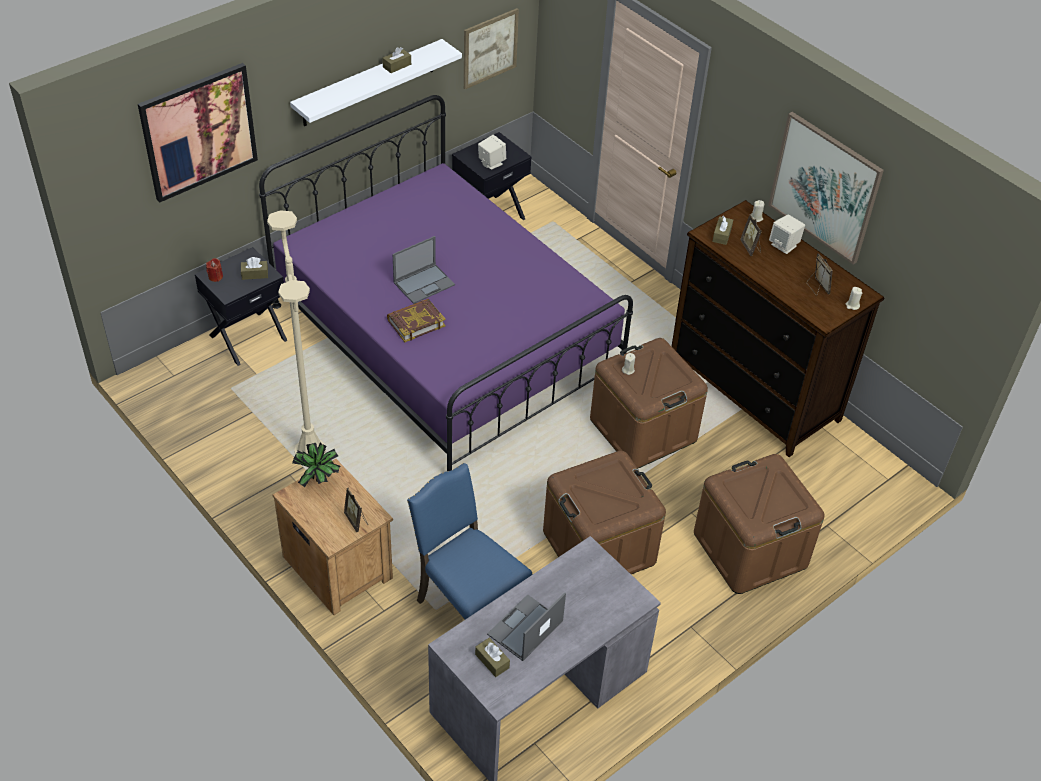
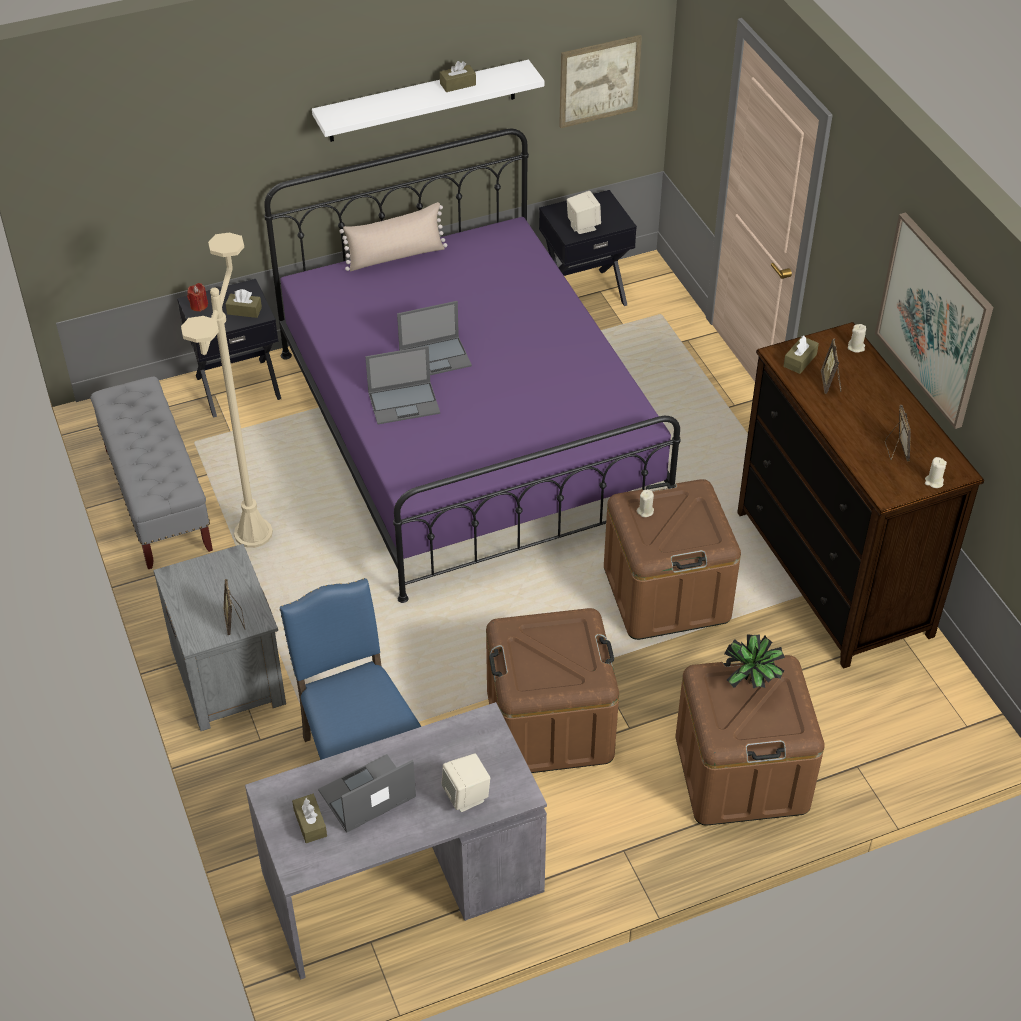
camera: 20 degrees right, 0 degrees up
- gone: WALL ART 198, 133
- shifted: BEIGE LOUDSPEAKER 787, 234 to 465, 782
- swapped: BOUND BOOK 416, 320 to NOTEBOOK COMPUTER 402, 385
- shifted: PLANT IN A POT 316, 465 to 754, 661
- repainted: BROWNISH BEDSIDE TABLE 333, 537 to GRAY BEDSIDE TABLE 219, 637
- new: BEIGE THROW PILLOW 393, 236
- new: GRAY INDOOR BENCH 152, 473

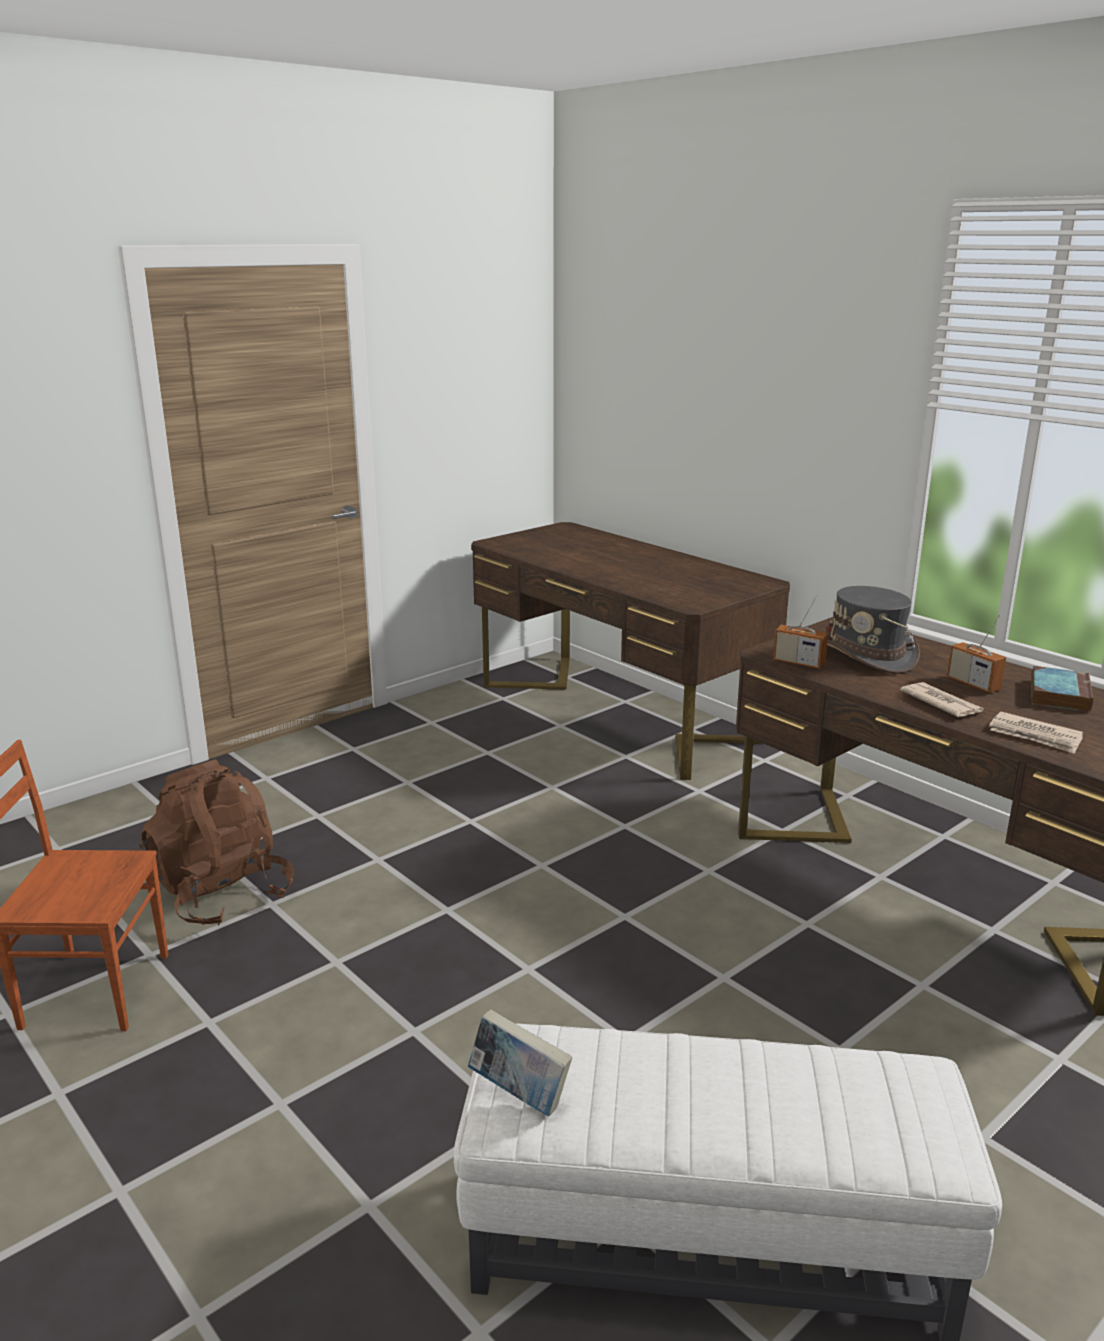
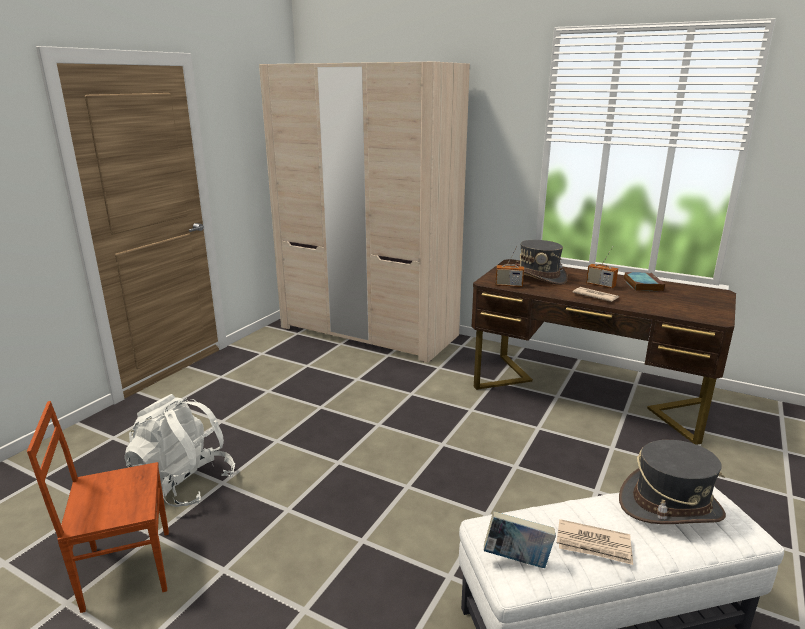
camera: 20 degrees left, 0 degrees up
- swapped: BROWNISH DESK 630, 651 to BEIGE ARMOIRE 364, 212
- shifted: DAILY PAPER 1036, 733 to 595, 542
- repainted: BROWNISH BACKPACK 216, 842 to WHITISH BACKPACK 179, 450
- new: GRAY CLOTHING HAT 672, 482

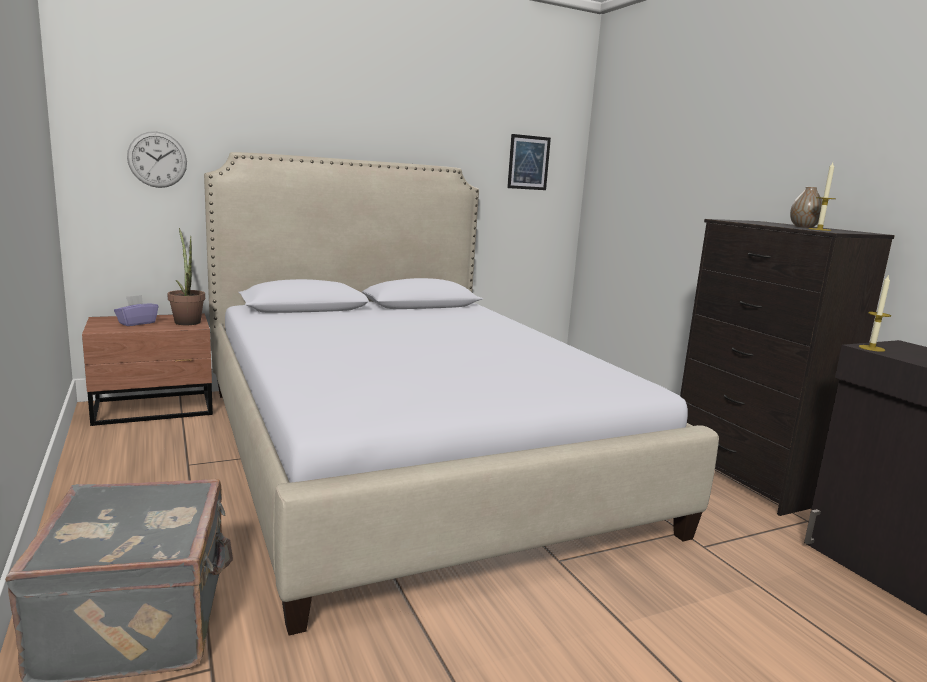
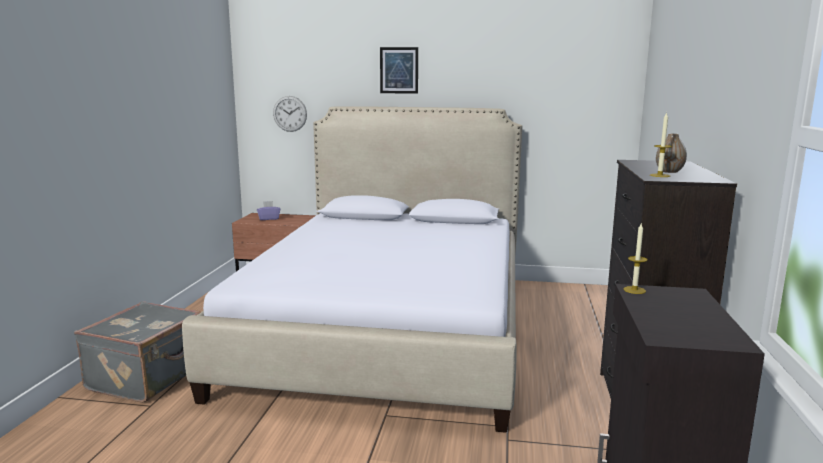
camera: 35 degrees right, 0 degrees up
- shifted: WALL ART 529, 162 to 399, 70
- gone: PLANT IN A POT 186, 276

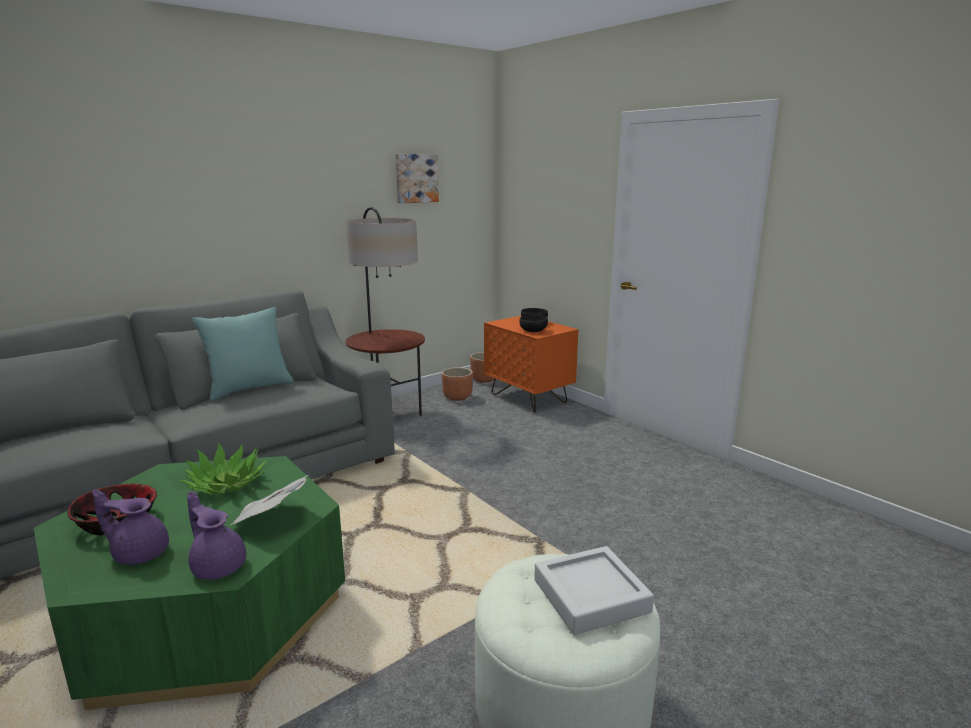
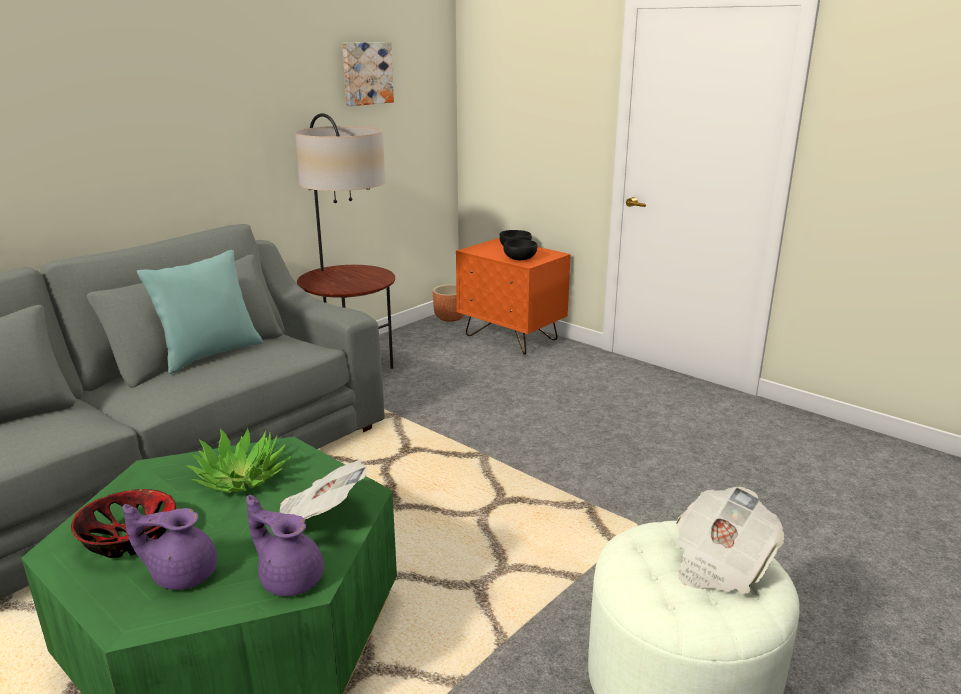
camera: 10 degrees left, 5 degrees up
- gone: BROWNISH FLOWER POT 457, 384
- swapped: GRAY SERVING TRAY 594, 590 to DAILY PAPER 729, 540

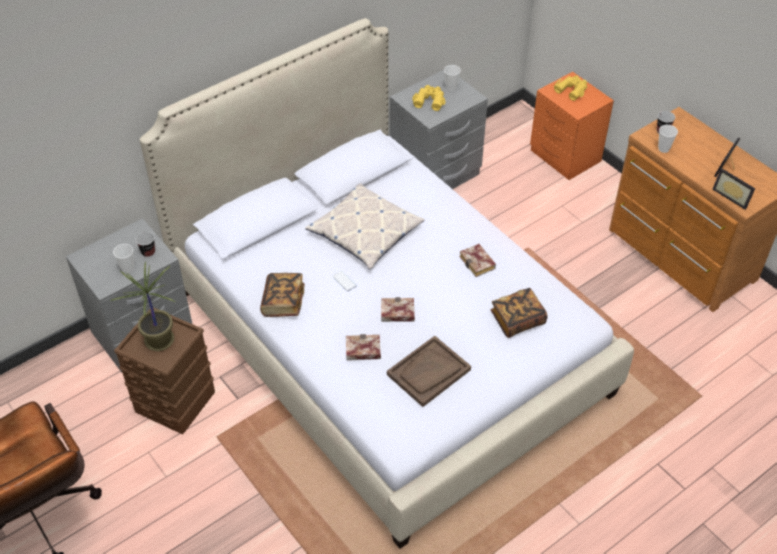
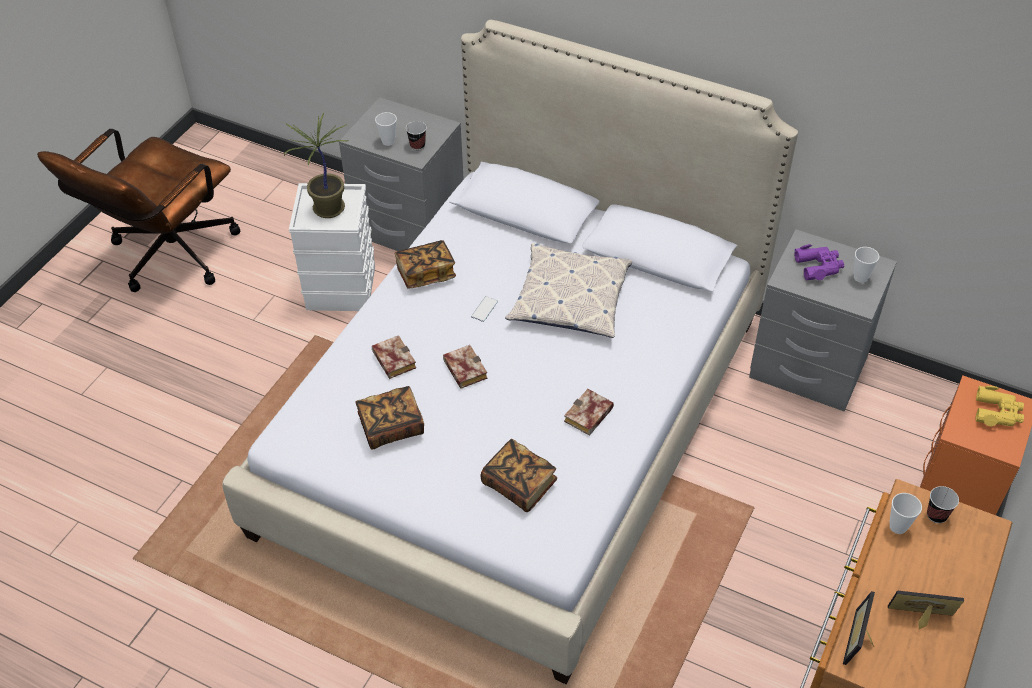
camera: 65 degrees right, 0 degrees up
- repainted: YELLOW-COLOURED PAIR OF BINOCULARS 428, 98 to PURPLISH PAIR OF BINOCULARS 819, 262
- repainted: BROWNISH STORAGE BOX 164, 371 to WHITISH STORAGE BOX 332, 247
- swapped: BROWNISH SERVING TRAY 429, 371 to BOUND BOOK 390, 418

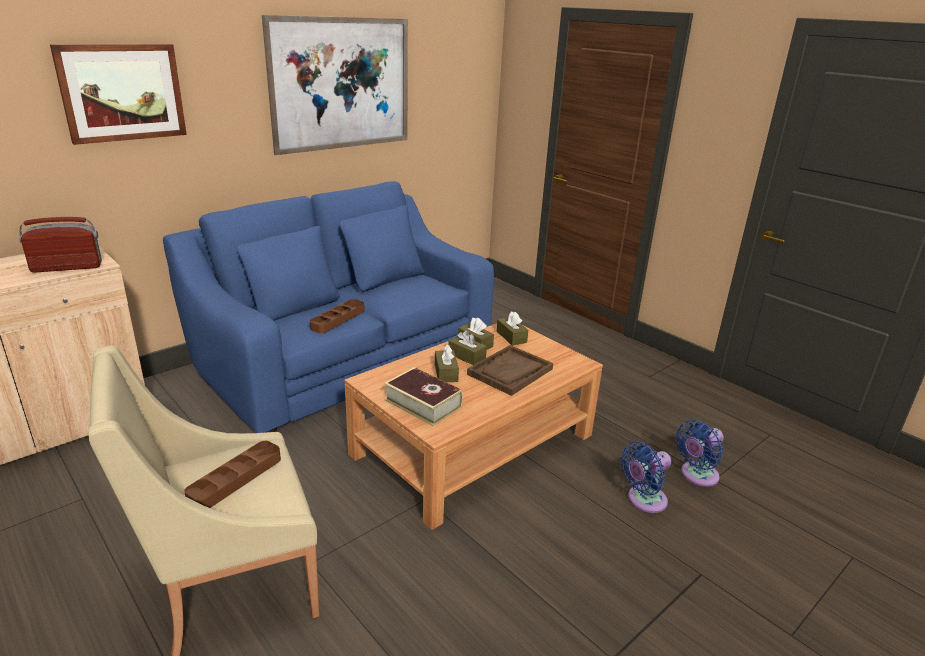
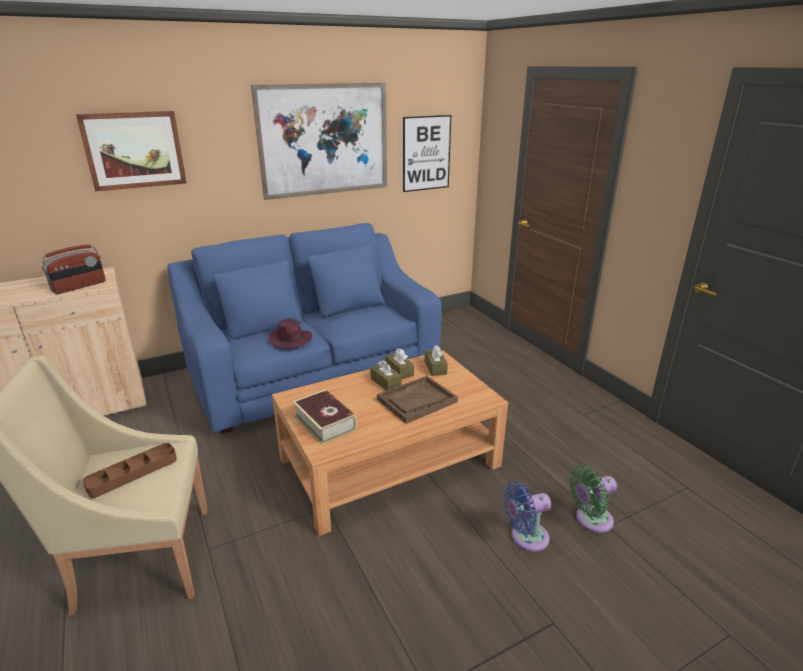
camera: 15 degrees right, 0 degrees up
- rotated: RADIO RECEIVER 60, 244 = 73, 269 135 degrees clockwise
- swapped: BROWNISH SERVING TRAY 337, 316 to PURPLISH CLOTHING HAT 290, 333
- gone: BROWNISH TISSUE BOX 447, 363
- repainted: BLUISH FAN 699, 453 to GREEN FAN 593, 499
- new: WALL ART 427, 153

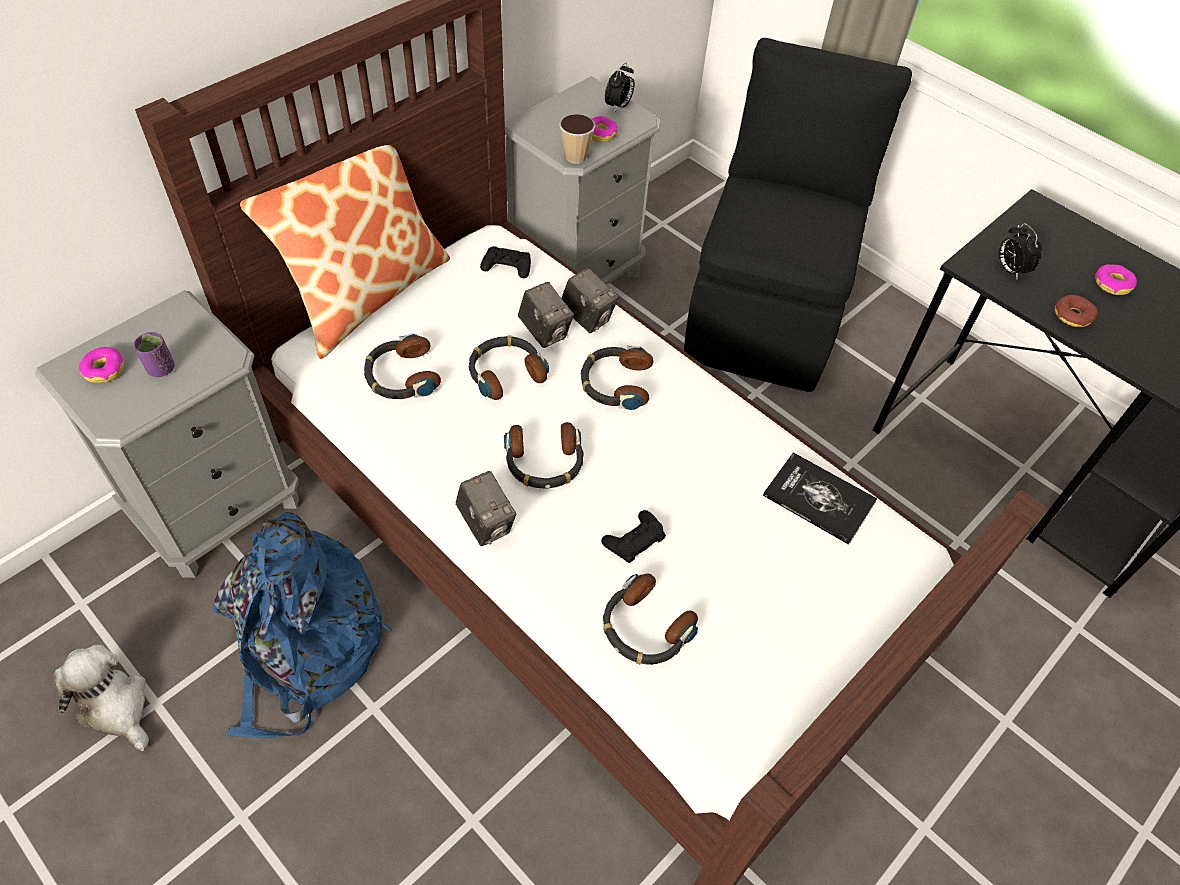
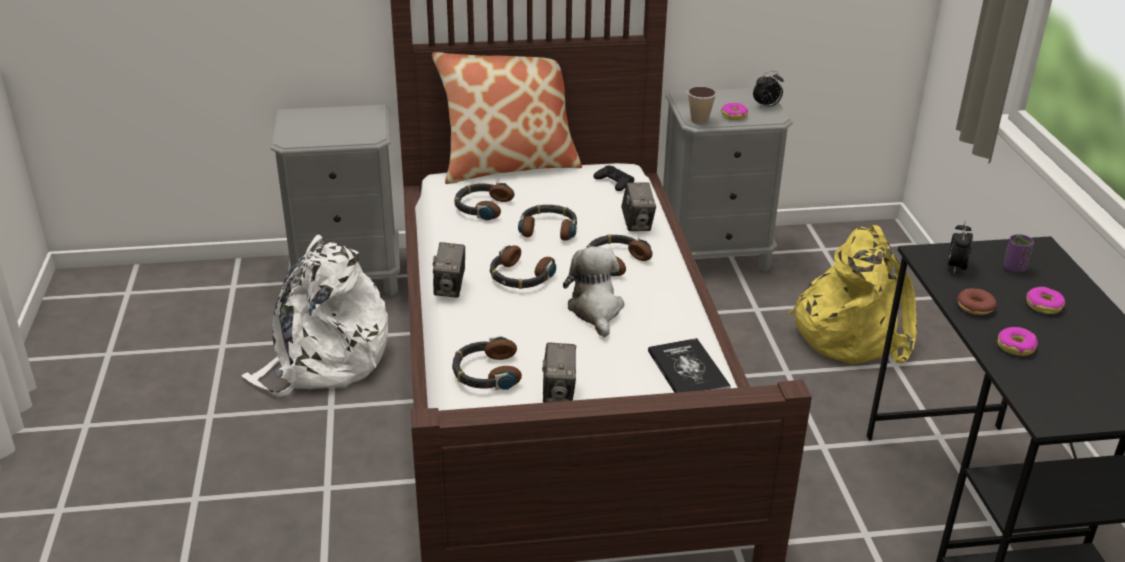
camera: 40 degrees right, 20 degrees down
- swapped: BLACKISH CHAIR 798, 215 to YELLOW-COLOURED BACKPACK 852, 294
- shifted: STILL CAMERA 546, 315 to 559, 373
- shifted: PURPLISH CUP 154, 354 to 1018, 253
- shifted: RING DOUGHNUT 101, 365 to 1017, 341
- gone: BLACKISH JOYPAD 633, 536
- repainted: BLUISH BACKPACK 303, 625 to WHITISH BACKPACK 314, 316
- shifted: CUDDLY TOY 101, 698 to 593, 292

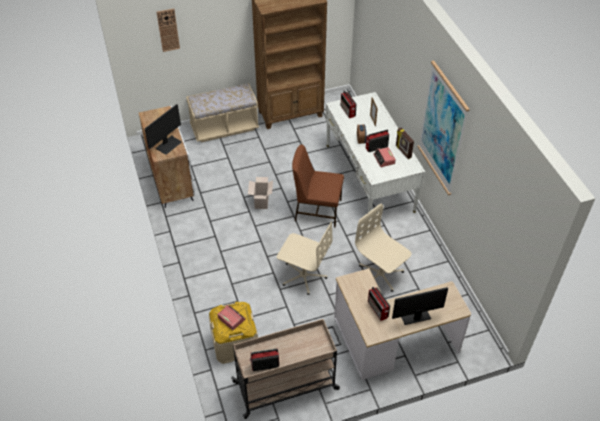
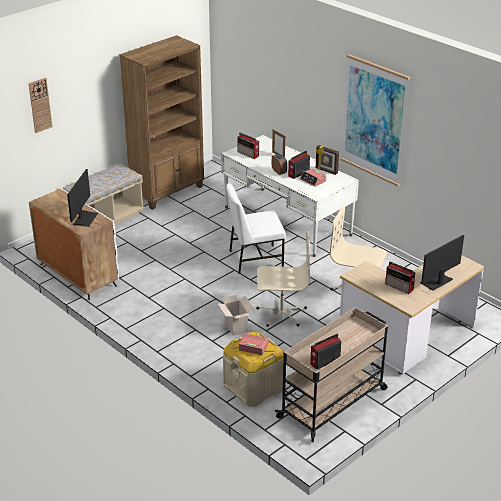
camera: 25 degrees left, 15 degrees down
- repainted: BROWNISH CHAIR 318, 186 to WHITISH CHAIR 256, 228
- shifted: CARTON 260, 193 to 236, 315

